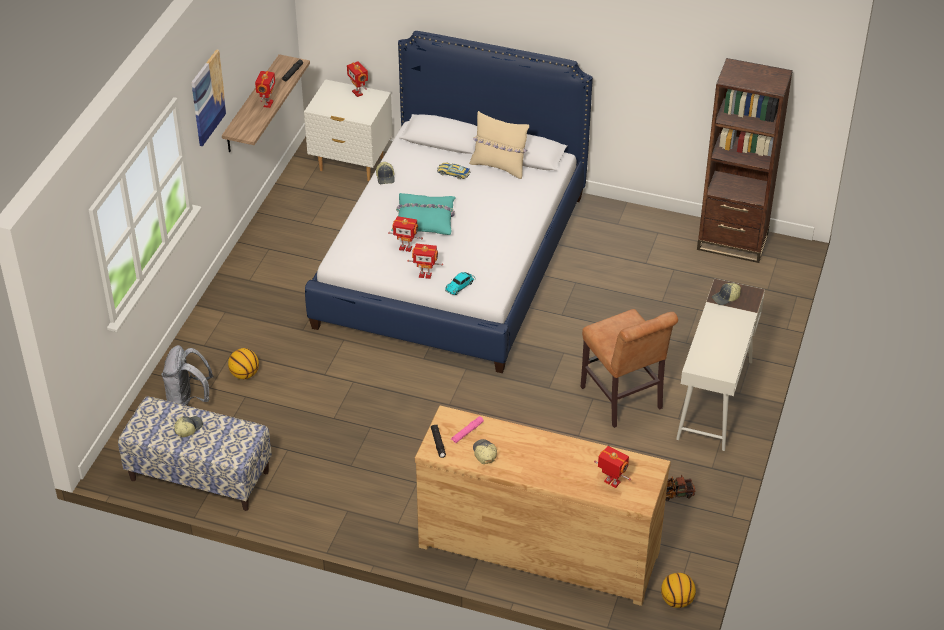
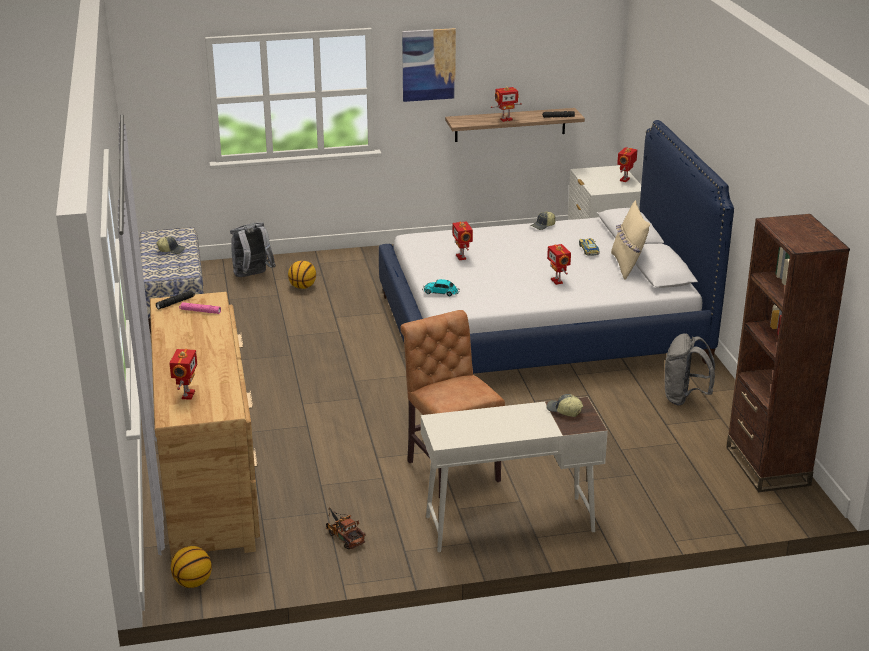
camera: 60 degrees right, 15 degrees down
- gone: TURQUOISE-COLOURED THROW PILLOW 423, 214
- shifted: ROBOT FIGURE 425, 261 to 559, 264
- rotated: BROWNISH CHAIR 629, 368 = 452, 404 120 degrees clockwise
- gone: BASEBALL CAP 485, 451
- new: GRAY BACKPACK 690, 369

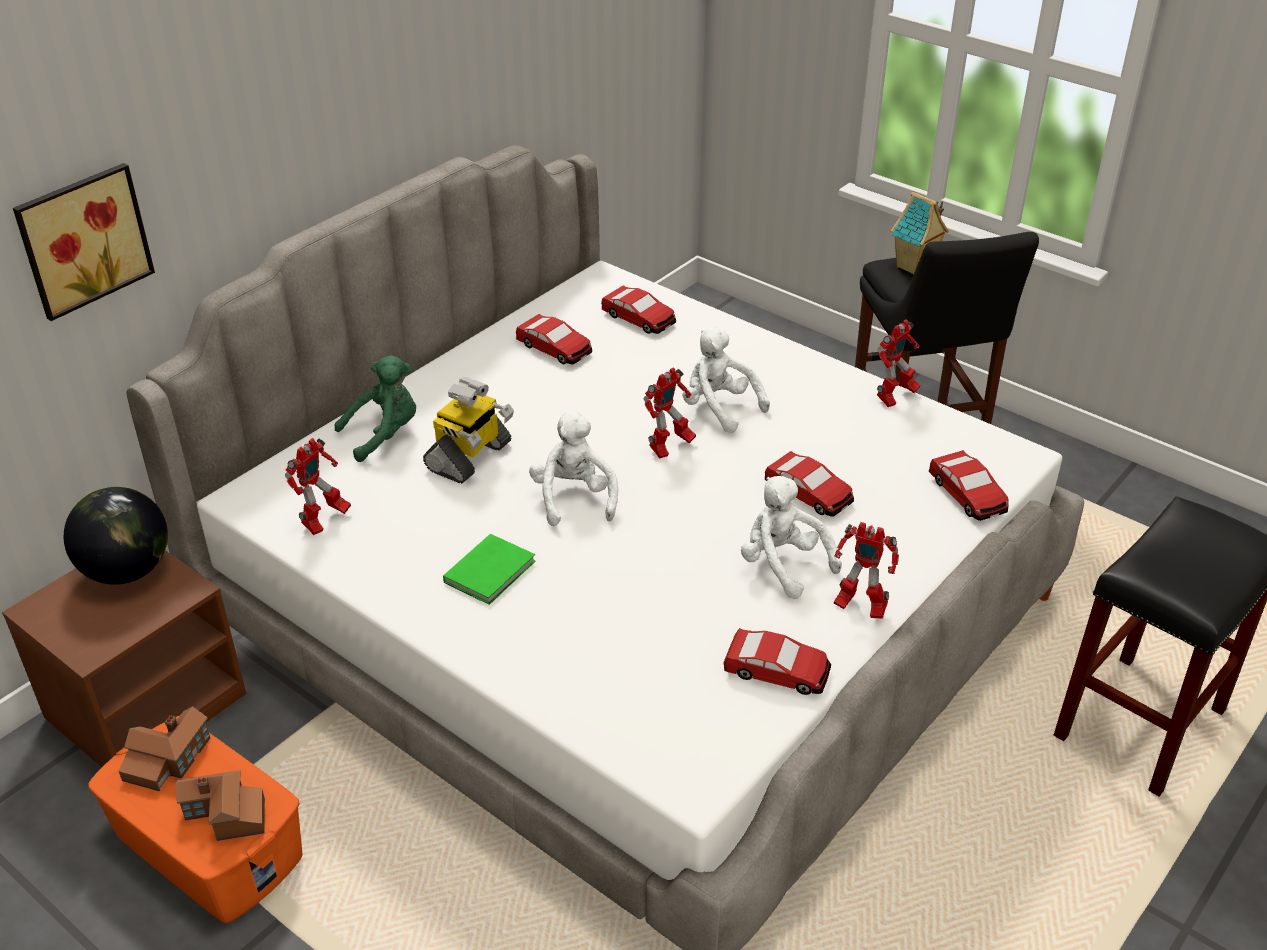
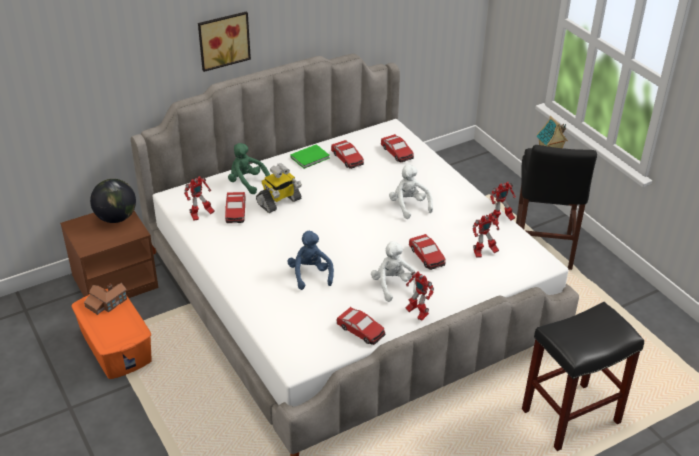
camera: 20 degrees right, 0 degrees up
- shifted: WALL ART 84, 242 to 224, 41
- rotated: GREEN CUDDLY TOY 375, 408 = 249, 168 135 degrees counterclockwise
- shifted: ROBOT FIGURE 670, 413 to 486, 235
- gone: WHITISH CUDDLY TOY 573, 468
- shifted: MINIATURE CAR 969, 485 to 235, 207
- shifted: GREEN BOUND BOOK 489, 569 to 310, 156
- gone: MINIATURE HOUSE 220, 805
- new: BLUISH CUDDLY TOY 310, 260

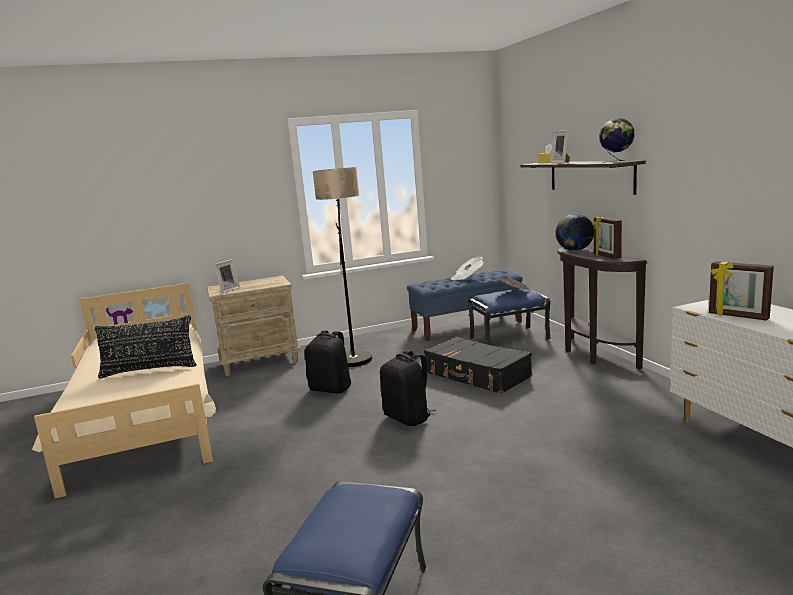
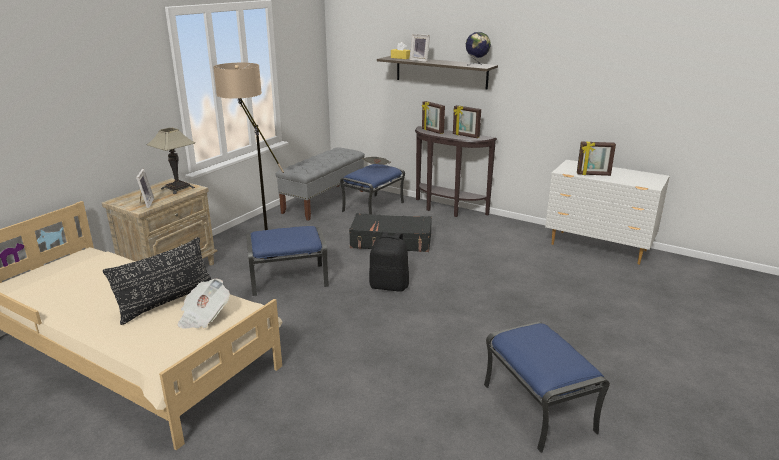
camera: 40 degrees left, 10 degrees up
- swapped: DESK GLOBE 575, 232 to STANDING FRAME 433, 117
- shifted: DAILY PAPER 467, 268 to 203, 304
- repainted: BLUISH INDOOR BENCH 465, 305 to GRAY INDOOR BENCH 320, 184
- swapped: BLACKISH BACKPACK 328, 361 to BLUISH OTTOMAN 287, 261
- new: TABLE LAMP 171, 160

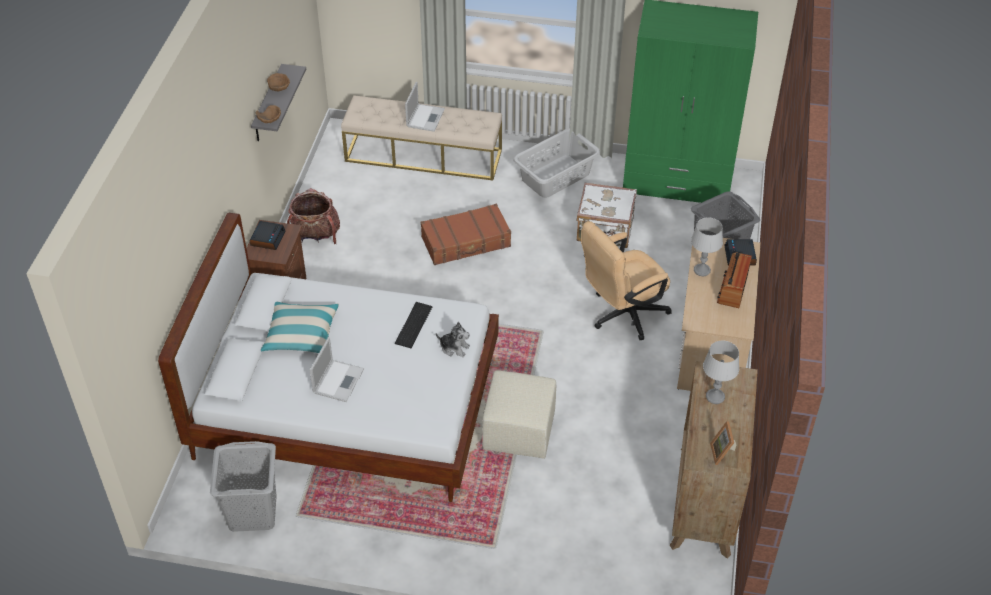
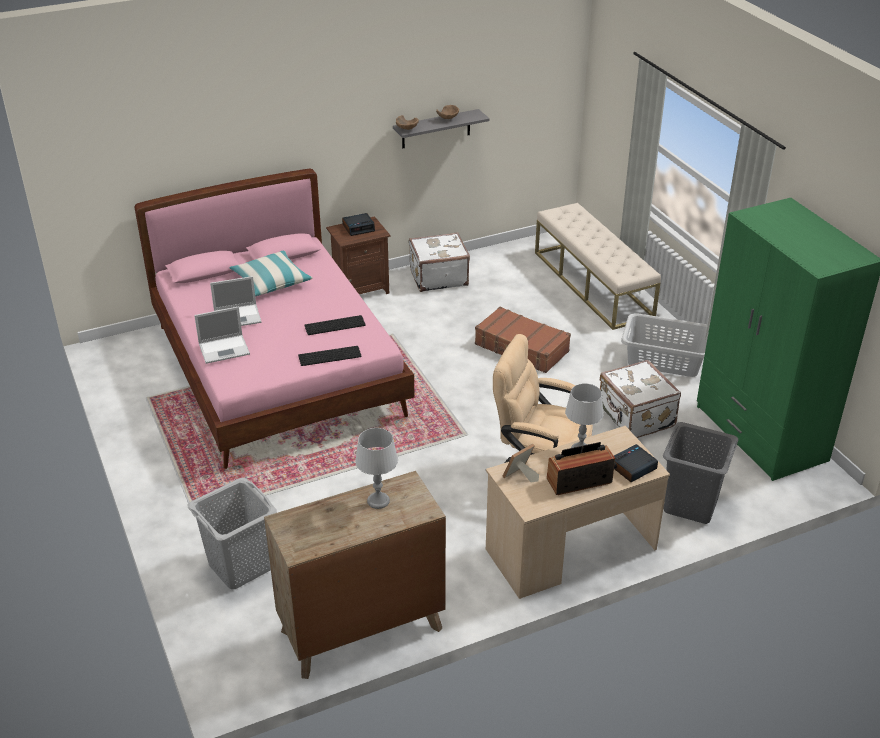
camera: 55 degrees right, 10 degrees down
- shifted: NOTEBOOK COMPUTER 425, 107 to 222, 335
- swapped: BACKPACK 313, 216 to WHITISH TRAVEL CASE 439, 262
- repainted: WHITISH BEDROOM BED 328, 357 to PINK-COLOURED BEDROOM BED 274, 319
- swapped: CUDDLY TOY 453, 339 to KEYBOARD 330, 356
- gone: BEIGE OTTOMAN 519, 414
- shifted: STANDING FRAME 723, 443 to 520, 463
- shifted: GRAY LAUNDRY BASKET 243, 486 to 232, 533

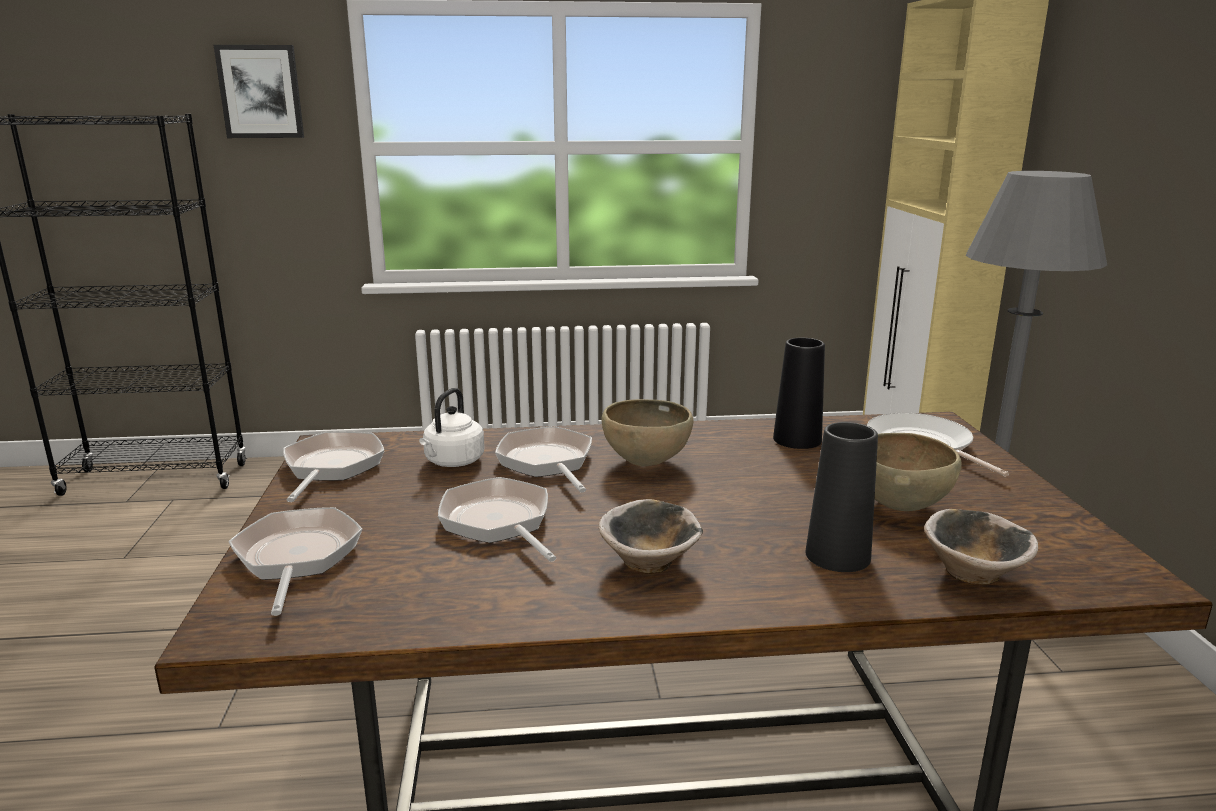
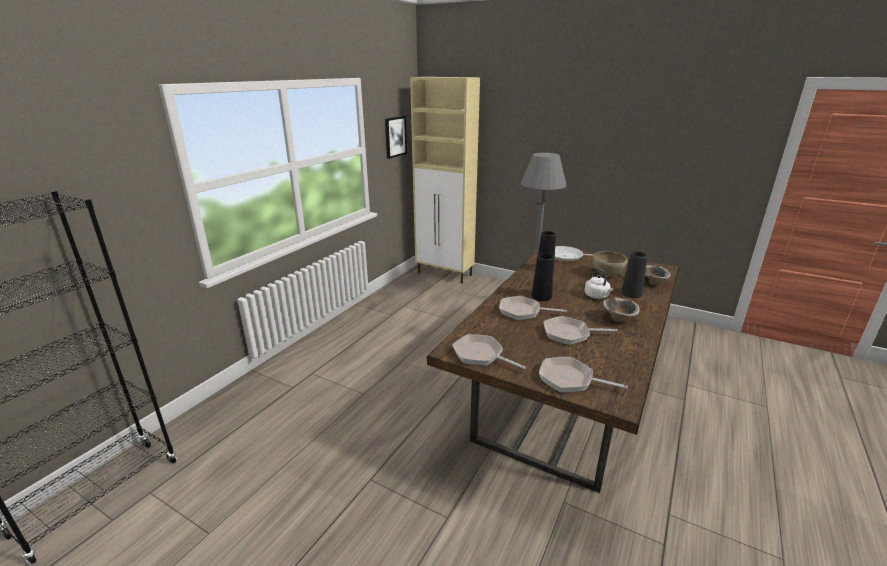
camera: 55 degrees left, 5 degrees up
- shifted: WALL ART 259, 91 to 396, 137
- shifted: WHITISH KETTLE 451, 427 to 599, 283
- swapped: BROWNISH BOWL 647, 433 to BLACKISH DECORATIVE VASE 542, 277

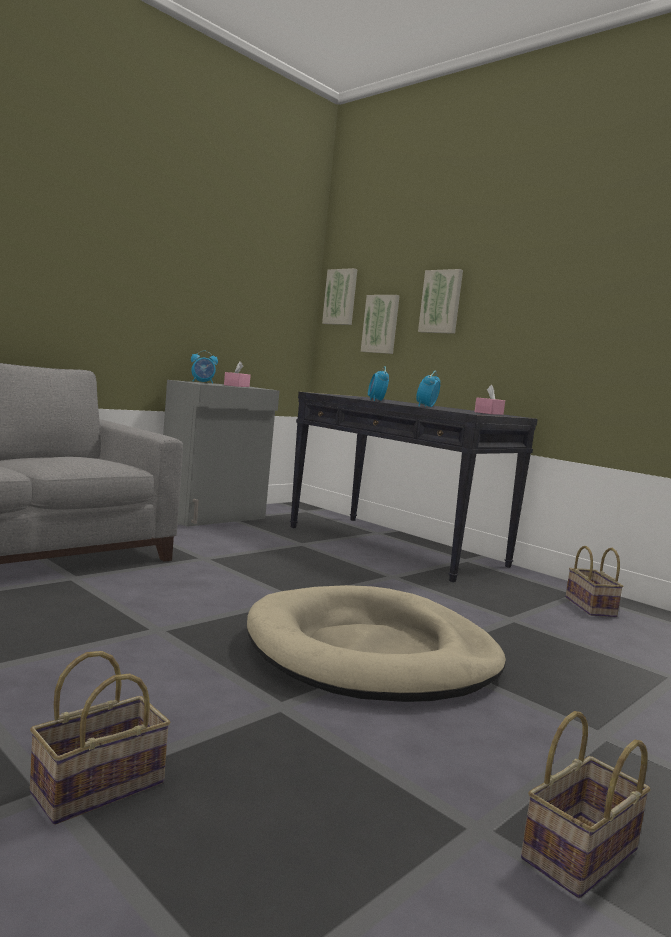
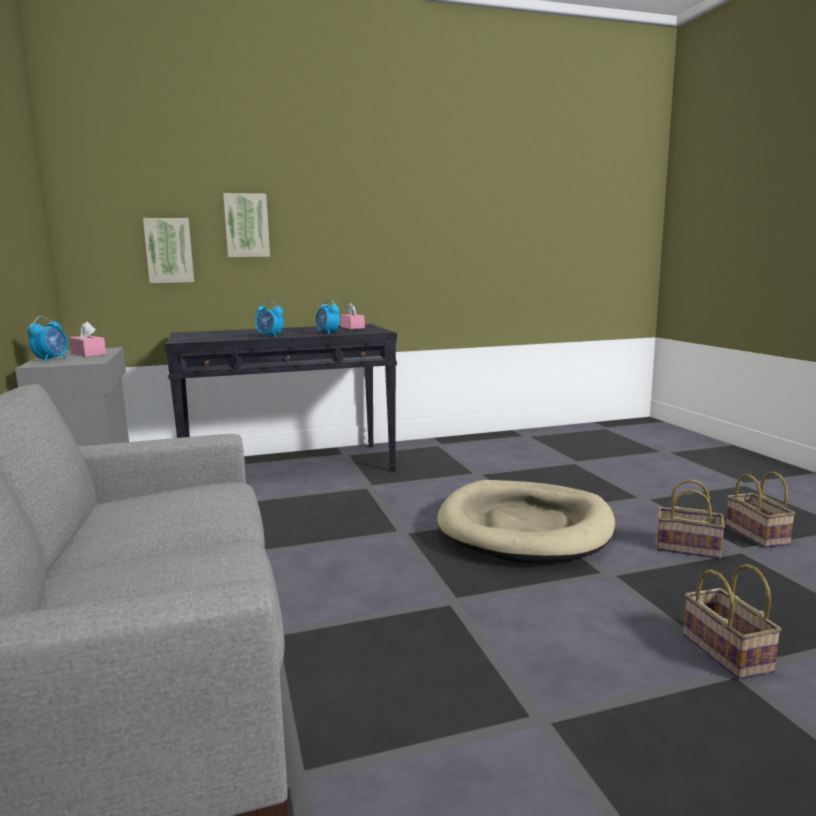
camera: 60 degrees left, 5 degrees up
- gone: WALL ART 339, 296
- shifted: BASKET 594, 581 to 691, 519

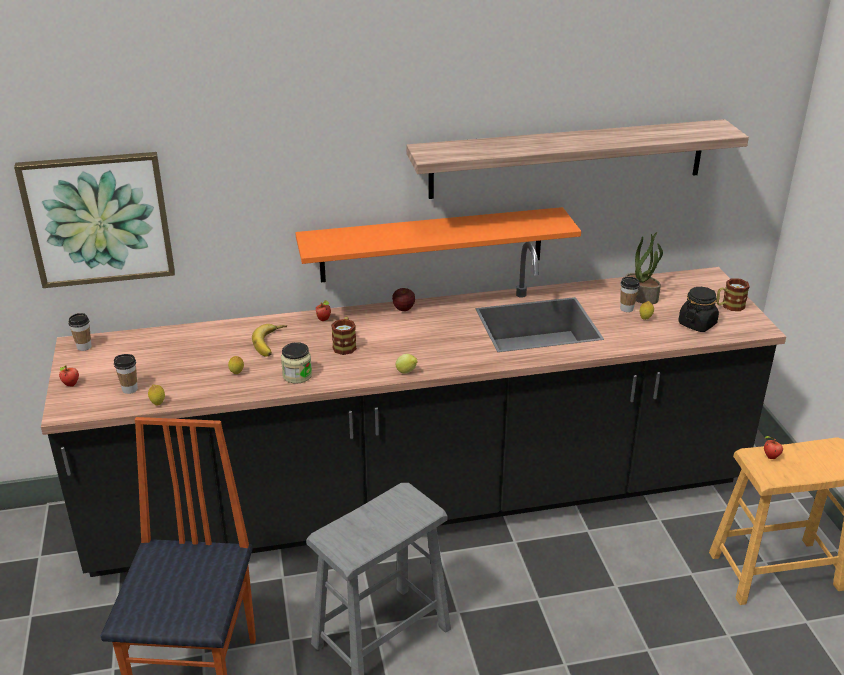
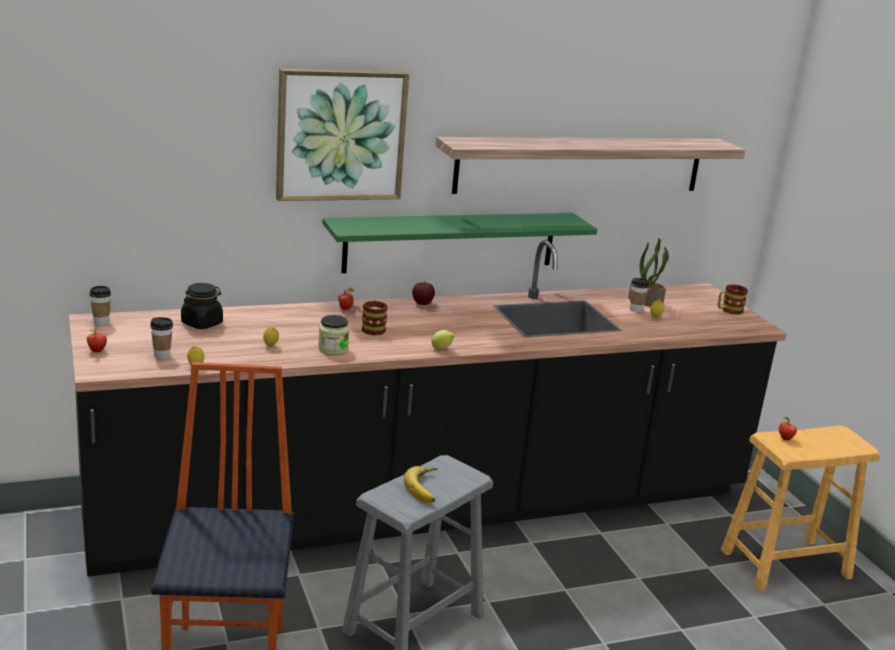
camera: 10 degrees left, 10 degrees down
- shifted: WALL ART 94, 220 to 342, 134
- repainted: ORANGEY BRACKET SHELF 438, 244 to GREEN BRACKET SHELF 459, 243
- shifted: BLACKISH JAR 698, 309 to 202, 306
- shifted: BANANA FRUIT 269, 340 to 421, 484

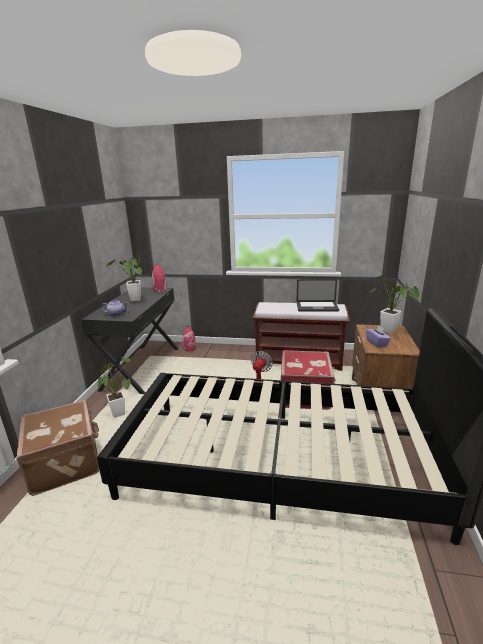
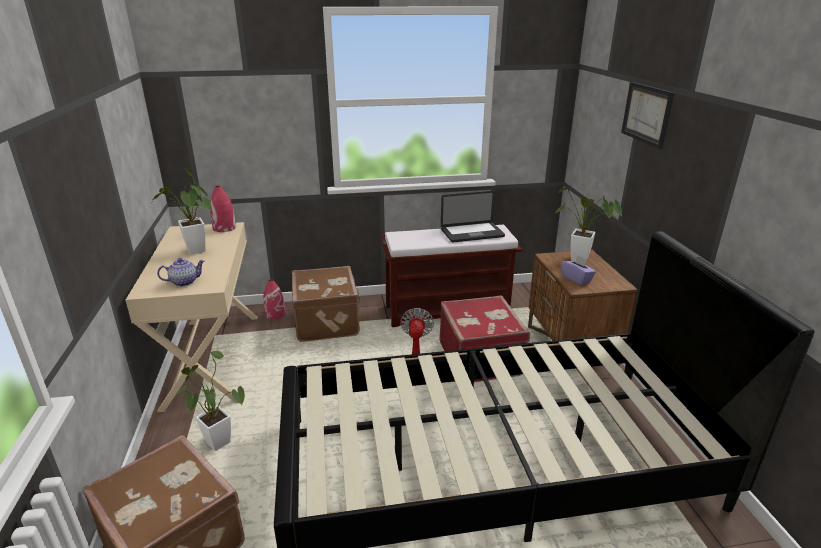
camera: 20 degrees left, 5 degrees up
- repainted: BLACKISH DESK 130, 340 to BEIGE DESK 191, 317
- new: WALL ART 647, 115
- new: BROWNISH TRAVEL CASE 326, 304

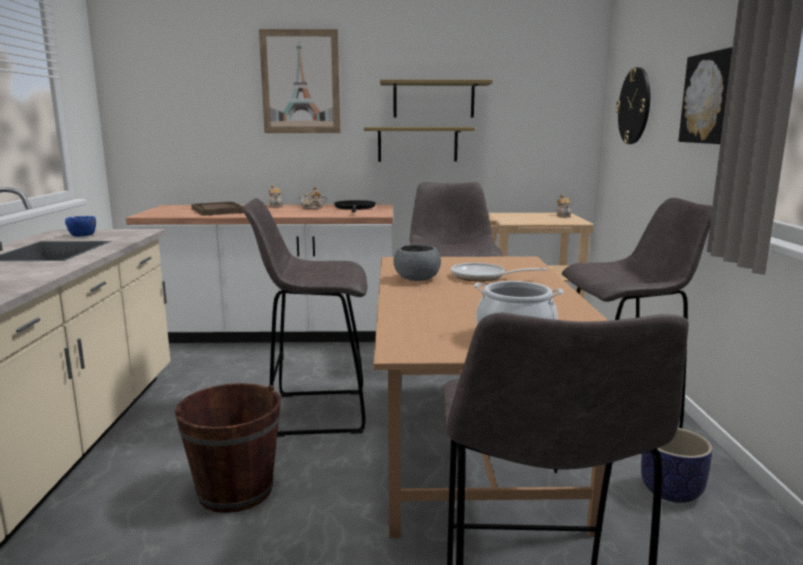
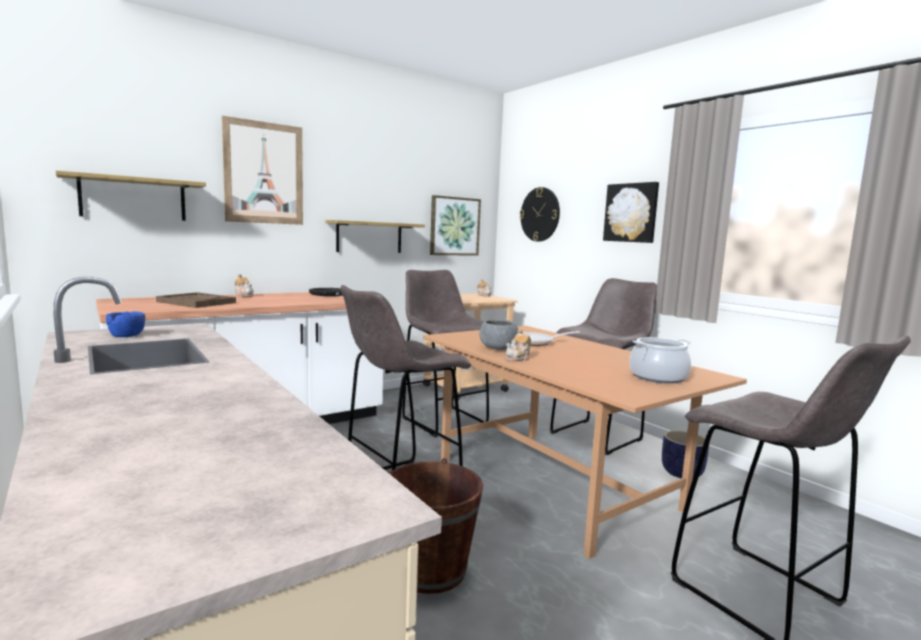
camera: 35 degrees left, 5 degrees down
- shifted: BRACKET SHELF 436, 98 to 131, 195
- shifted: TEA POT 312, 197 to 518, 345
- new: WALL ART 455, 225

